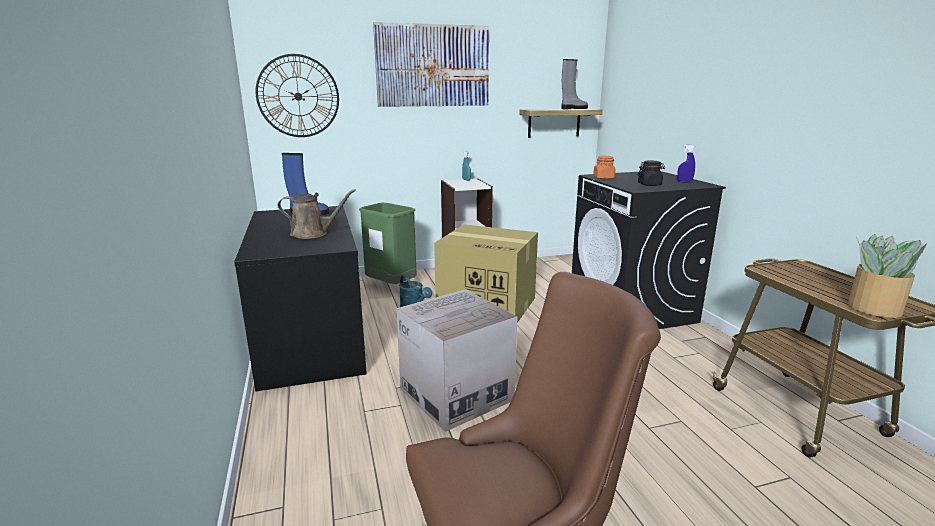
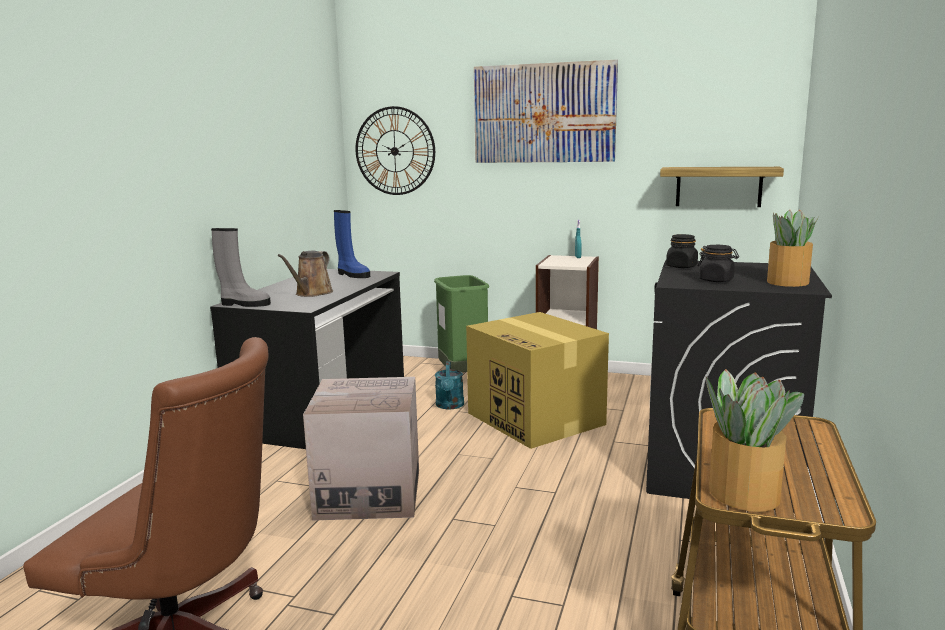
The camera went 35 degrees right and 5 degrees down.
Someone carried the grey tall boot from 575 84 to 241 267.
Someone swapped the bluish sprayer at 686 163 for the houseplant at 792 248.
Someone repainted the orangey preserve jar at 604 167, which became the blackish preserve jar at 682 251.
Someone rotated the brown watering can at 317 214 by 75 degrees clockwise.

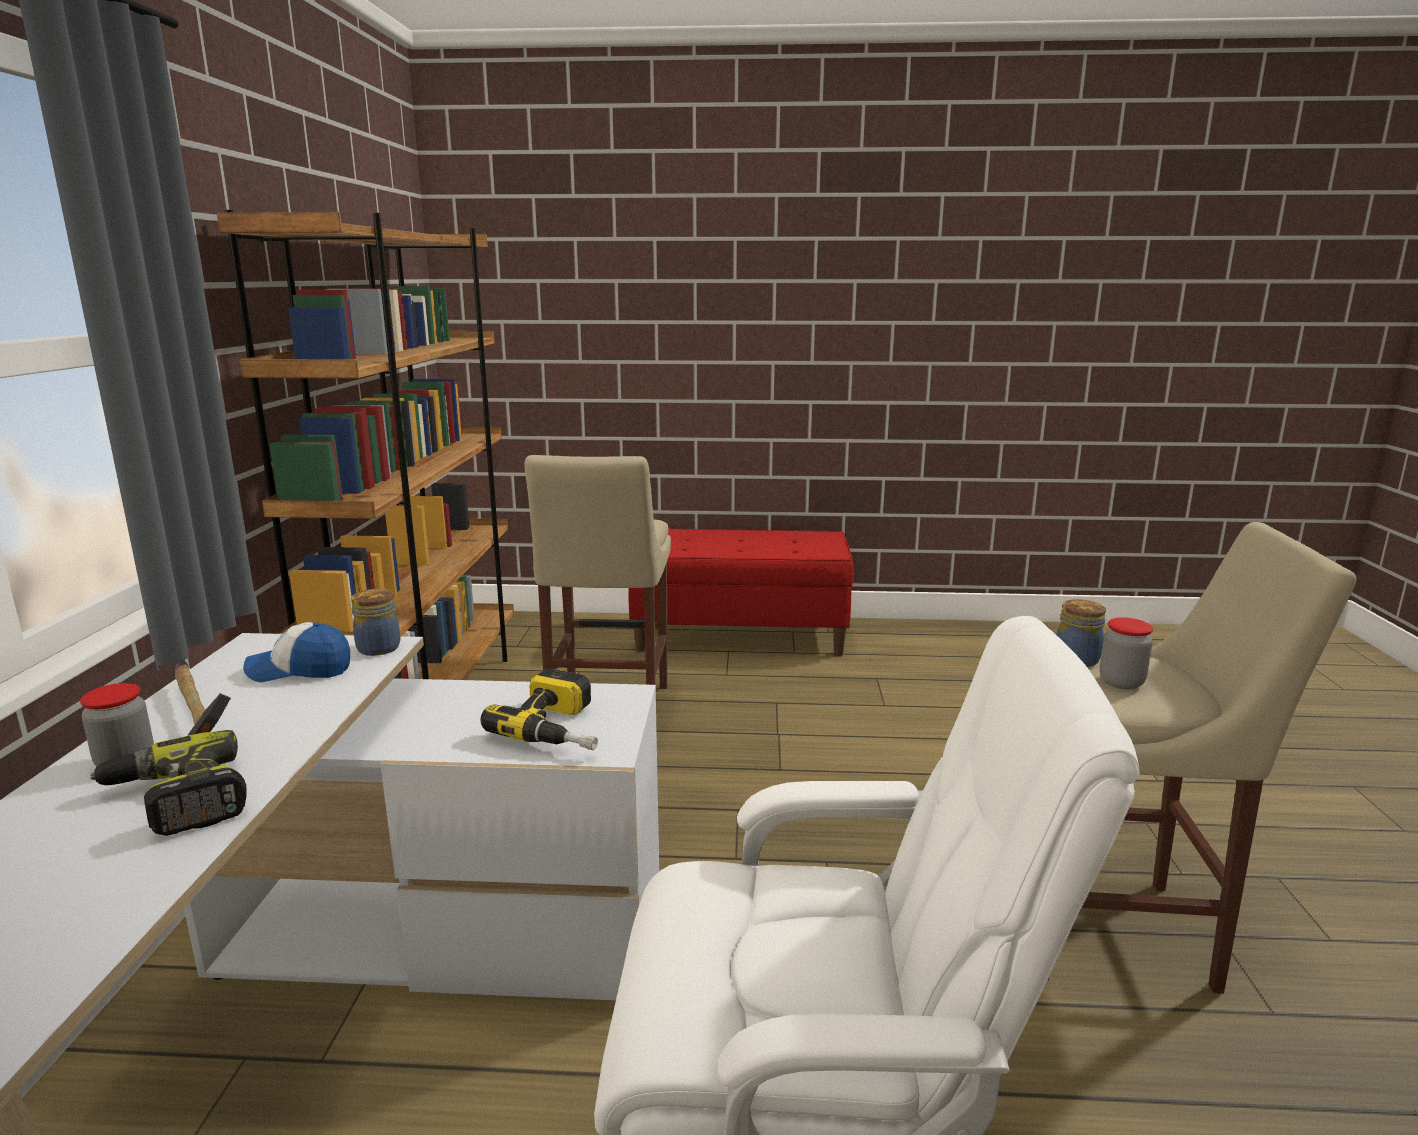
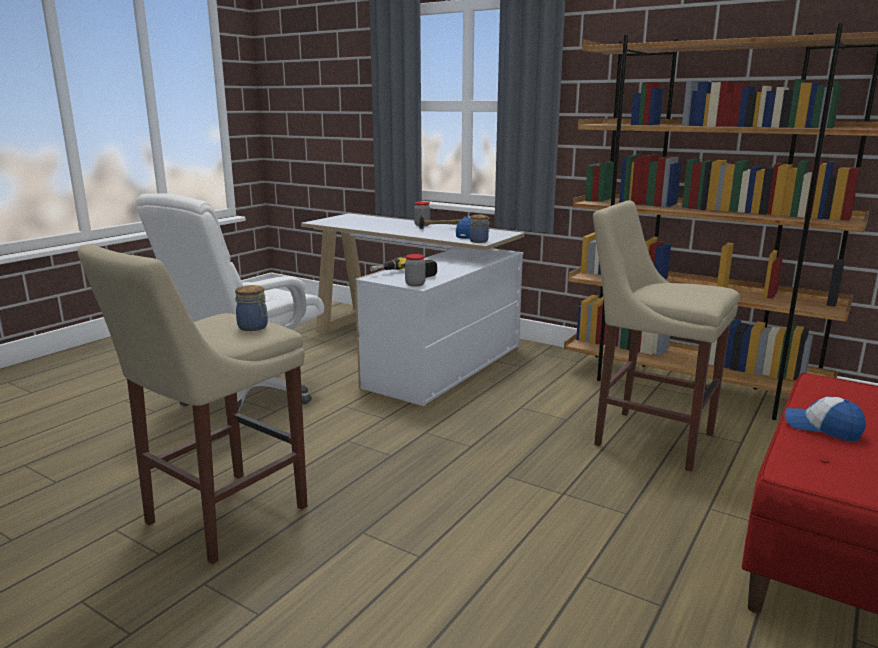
The camera went 120 degrees right and 0 degrees up.
Someone carried the preserve jar from 1126 653 to 415 270.
Someone took away the drill at 168 783.
Someone put down the peaked cap at 825 418.

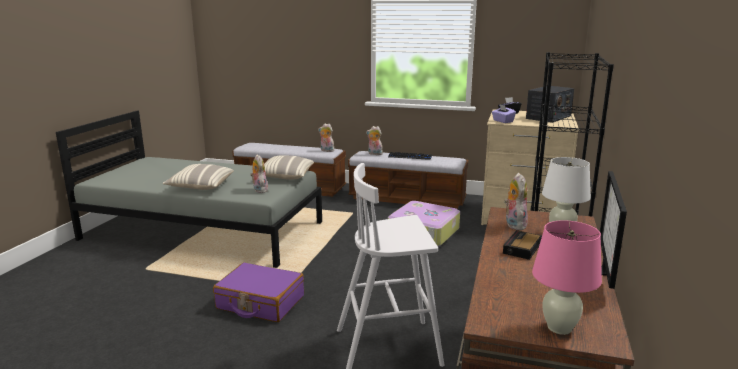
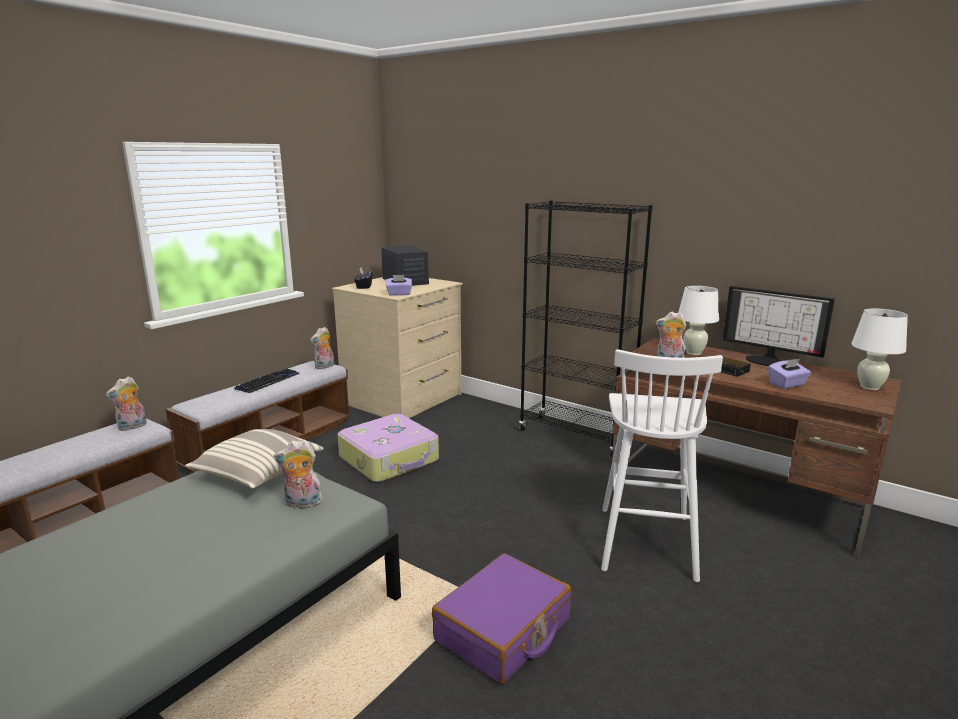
The camera went 70 degrees left and 0 degrees up.
Someone carried the plush toy from 374 140 to 322 348.
Someone took away the throw pillow at 198 177.
Someone repainted the pink-coloured table lamp at 567 277, which became the whitish table lamp at 879 349.
Someone put down the purplish tissue holder at 789 373.

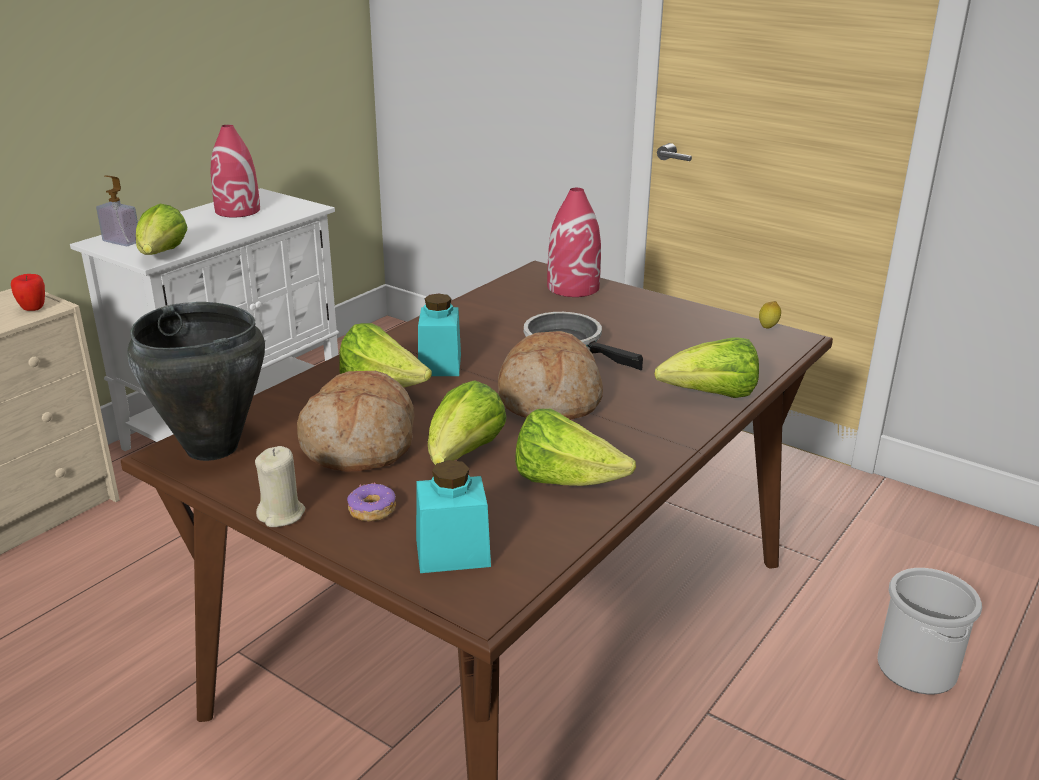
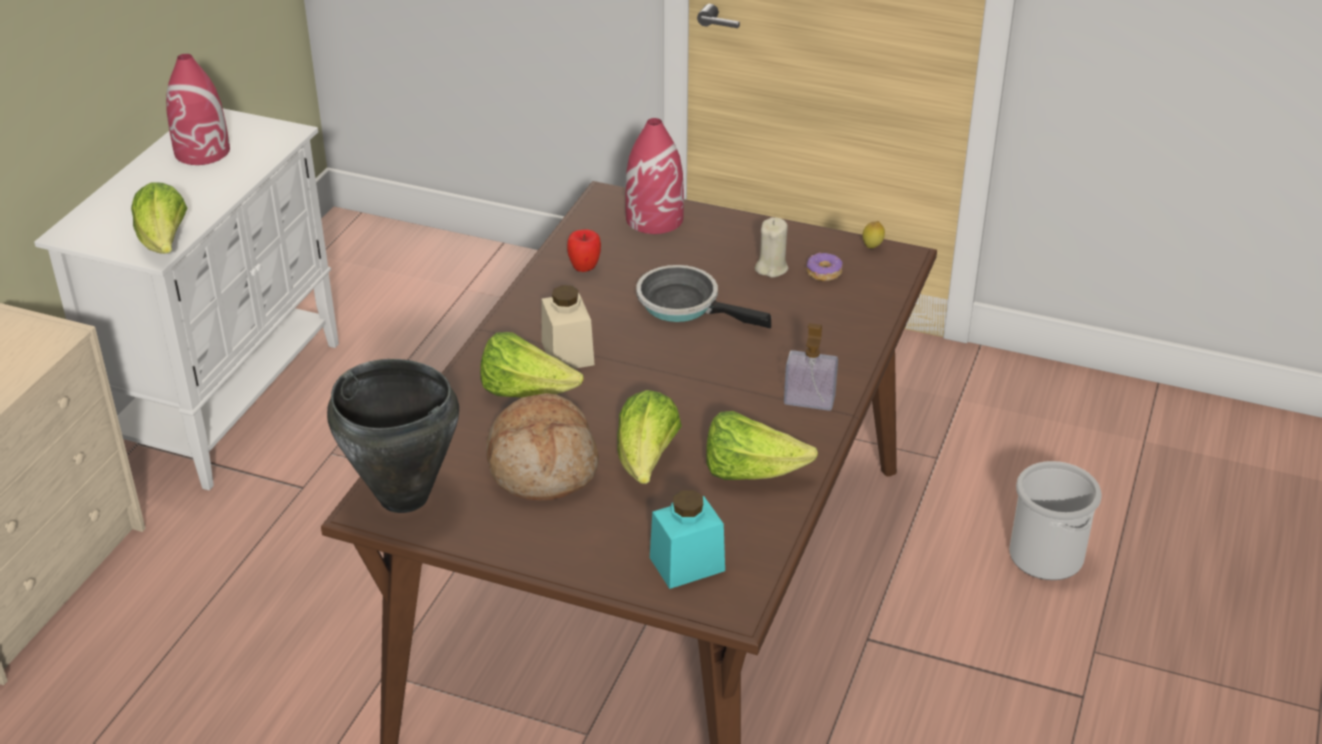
The camera went 15 degrees left and 10 degrees up.
Someone carried the liquid soap bottle from 117 210 to 811 367.
Someone carried the apple from 28 292 to 584 250.
Someone repainted the blue-green preserve jar at 439 334, which became the beige preserve jar at 568 327.
Someone took away the baked bread at 550 375.
Someone took away the lettuce at 707 368.
Someone carried the beige wax light from 280 486 to 772 247.
Someone carried the ring doughnut from 371 502 to 824 267.

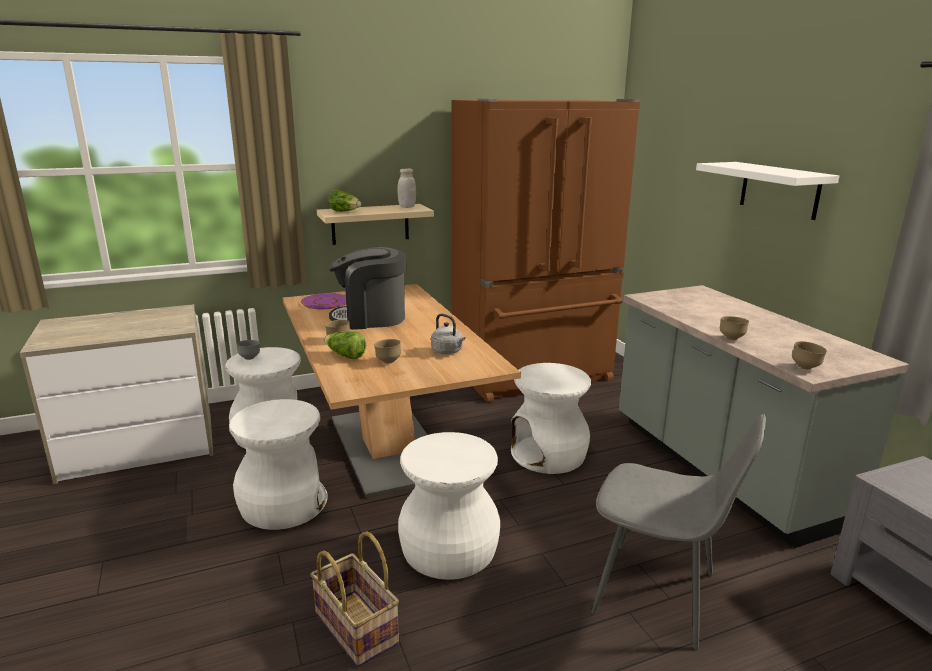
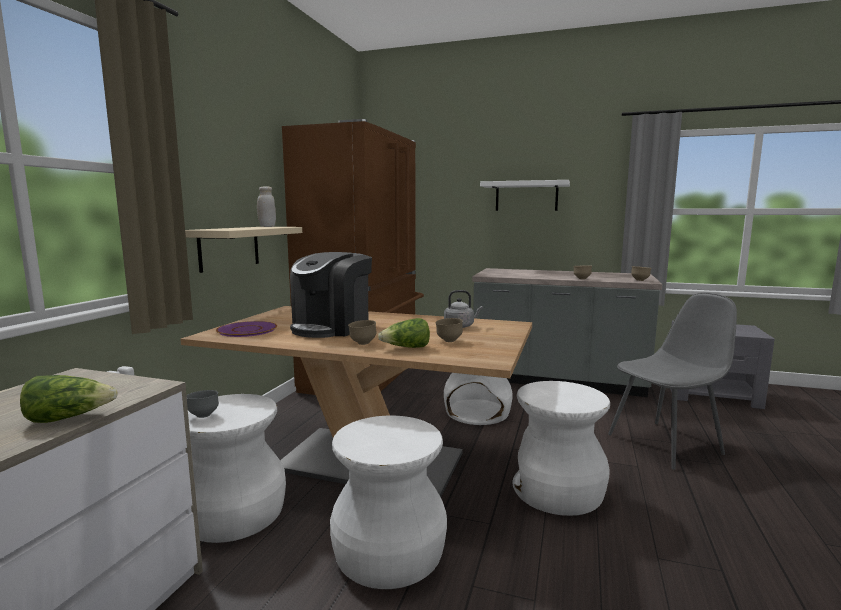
The camera went 50 degrees left and 10 degrees down.
Someone carried the lettuce from 345 201 to 69 399.
Someone took away the household basket at 354 599.

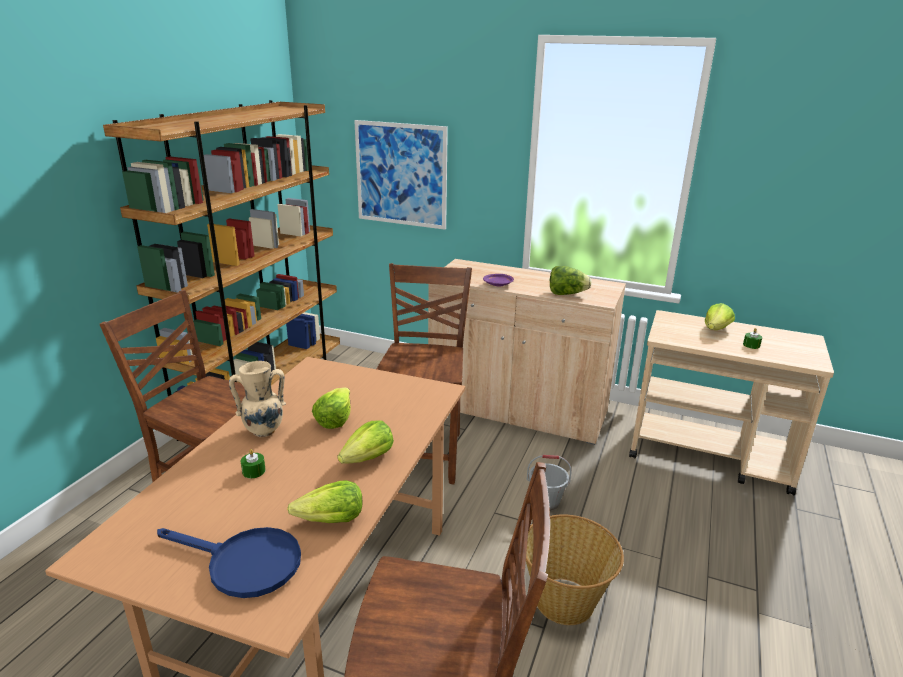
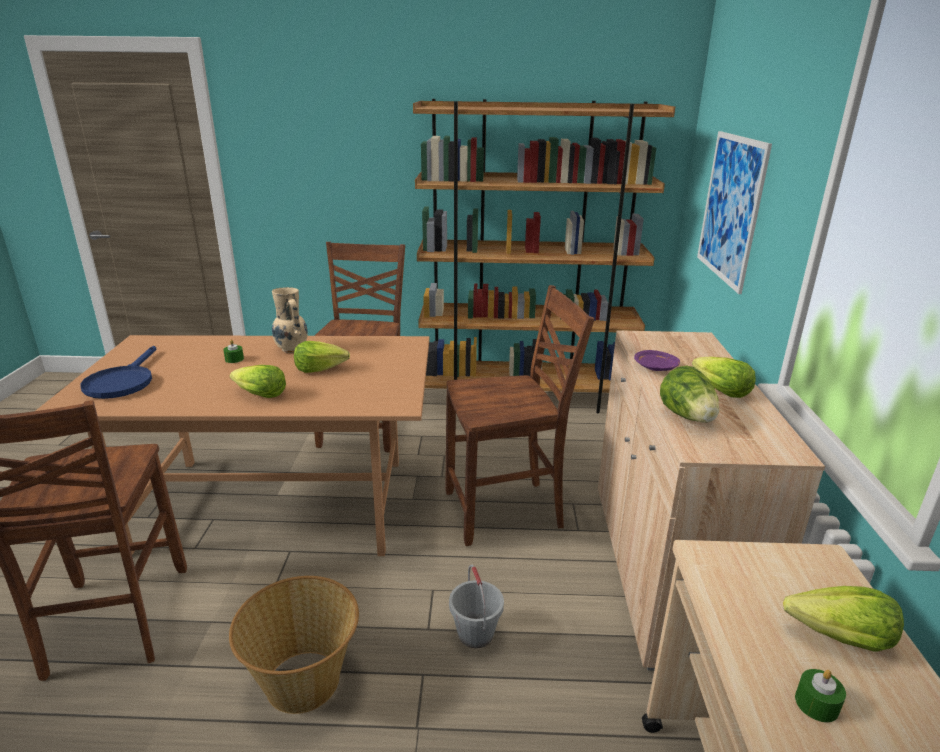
The camera went 70 degrees right and 0 degrees up.
Someone carried the lettuce from 325 501 to 724 377.

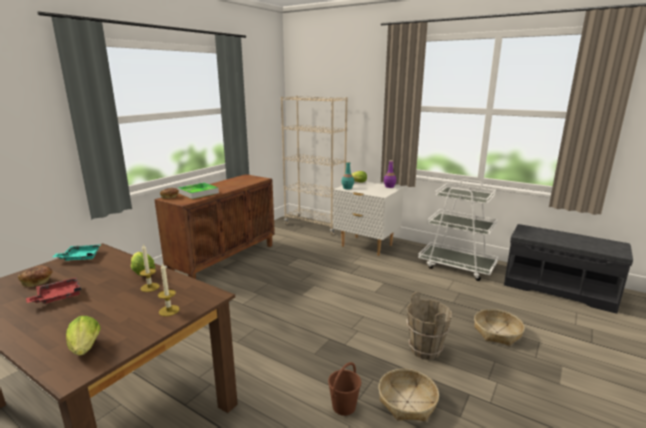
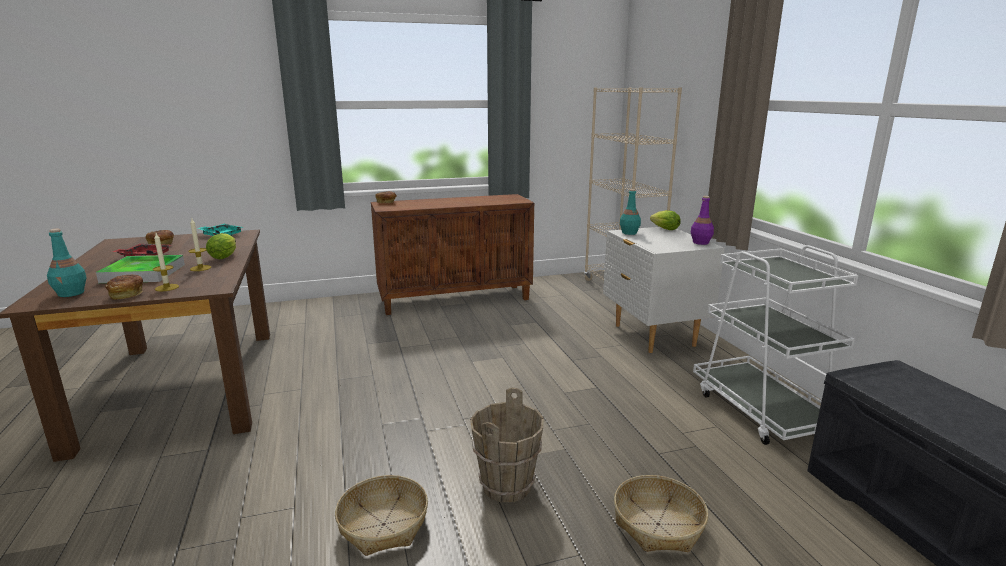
The camera went 40 degrees right and 0 degrees up.
Someone carried the carrying tray from 198 190 to 140 269.
Someone swapped the lettuce at 83 336 for the blue-green beverage bottle at 67 263.
Someone took away the brown bucket at 344 389.
Someone put down the baked bread at 124 287.

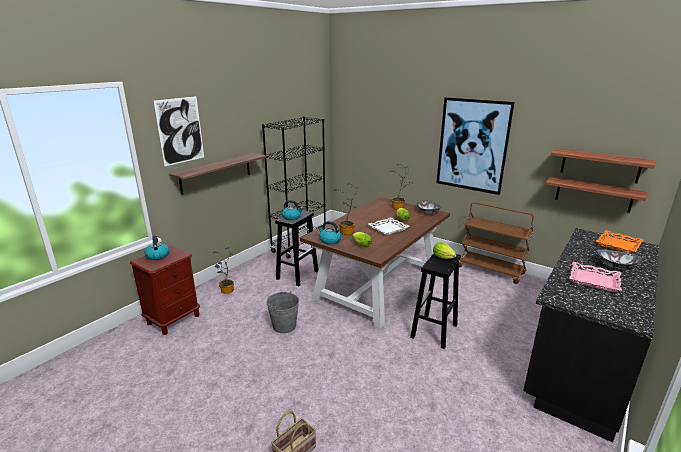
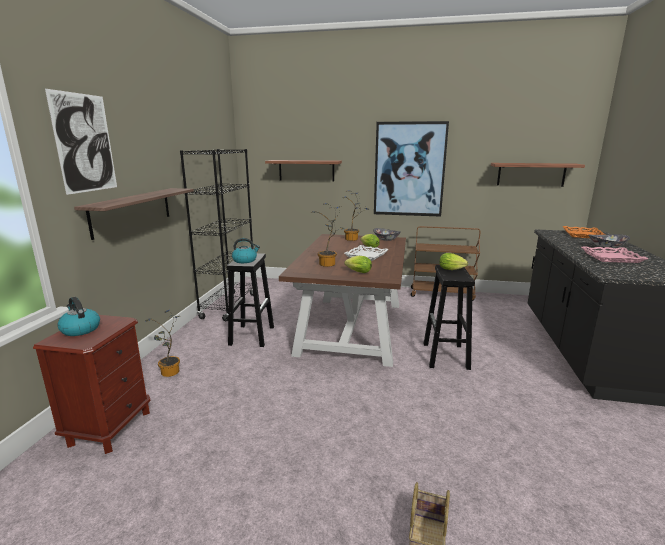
The camera went 25 degrees left and 5 degrees down.
Someone carried the shelf from 596 195 to 303 171.
Someone took away the kettle at 329 233.
Someone took away the grey bucket at 283 312.

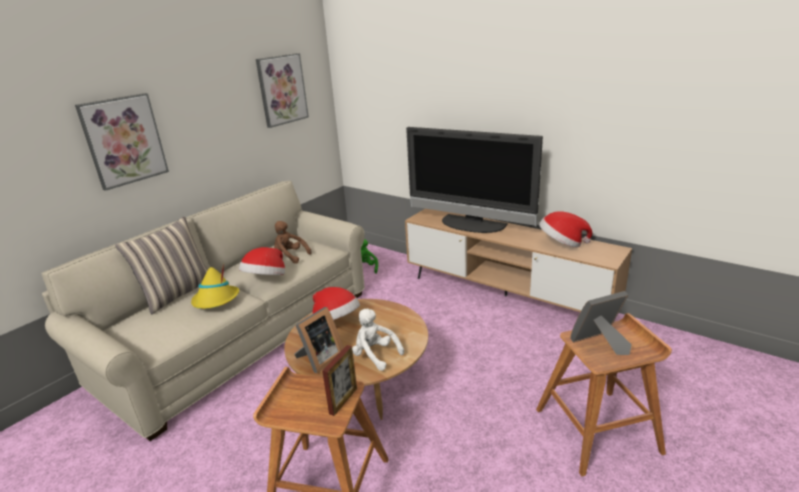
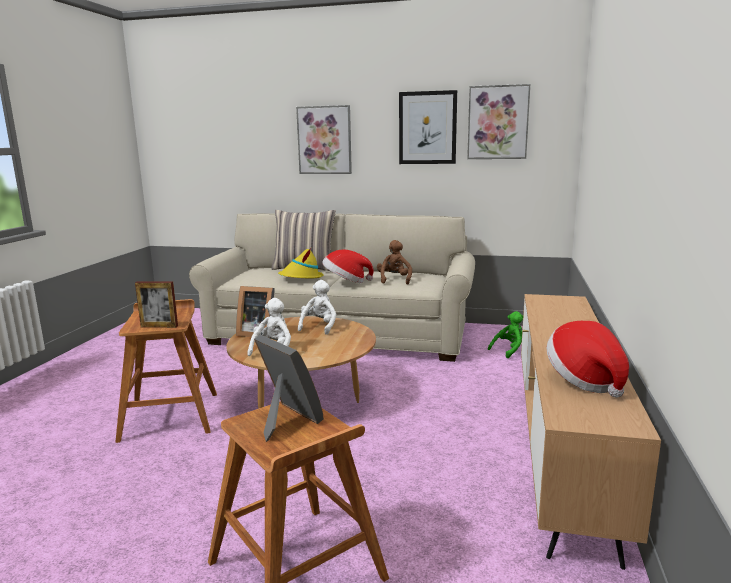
The camera went 65 degrees right and 10 degrees down.
Someone took away the television at 474 180.
Someone swapped the hat at 336 303 for the whitish plush toy at 317 307.
Someone put up the wall art at 428 127.

